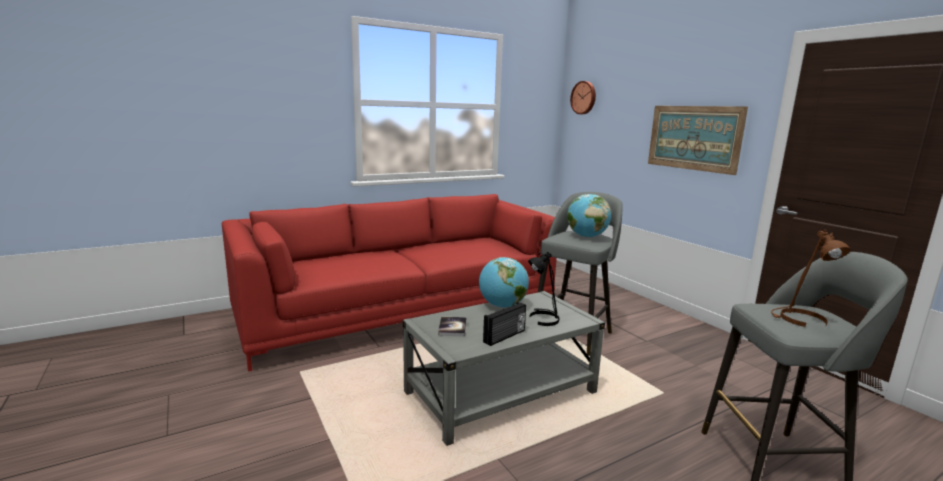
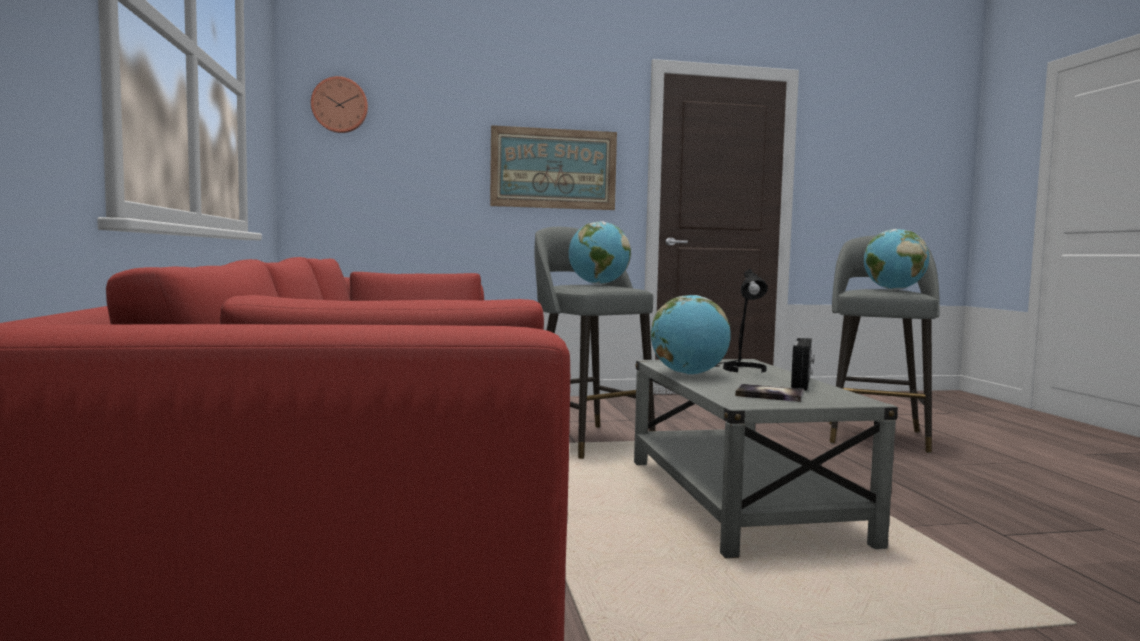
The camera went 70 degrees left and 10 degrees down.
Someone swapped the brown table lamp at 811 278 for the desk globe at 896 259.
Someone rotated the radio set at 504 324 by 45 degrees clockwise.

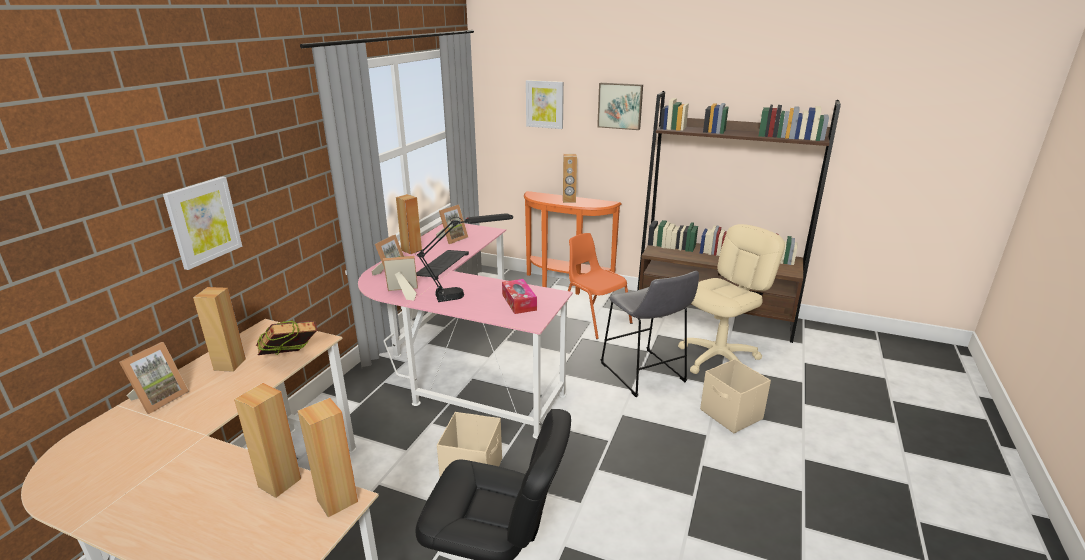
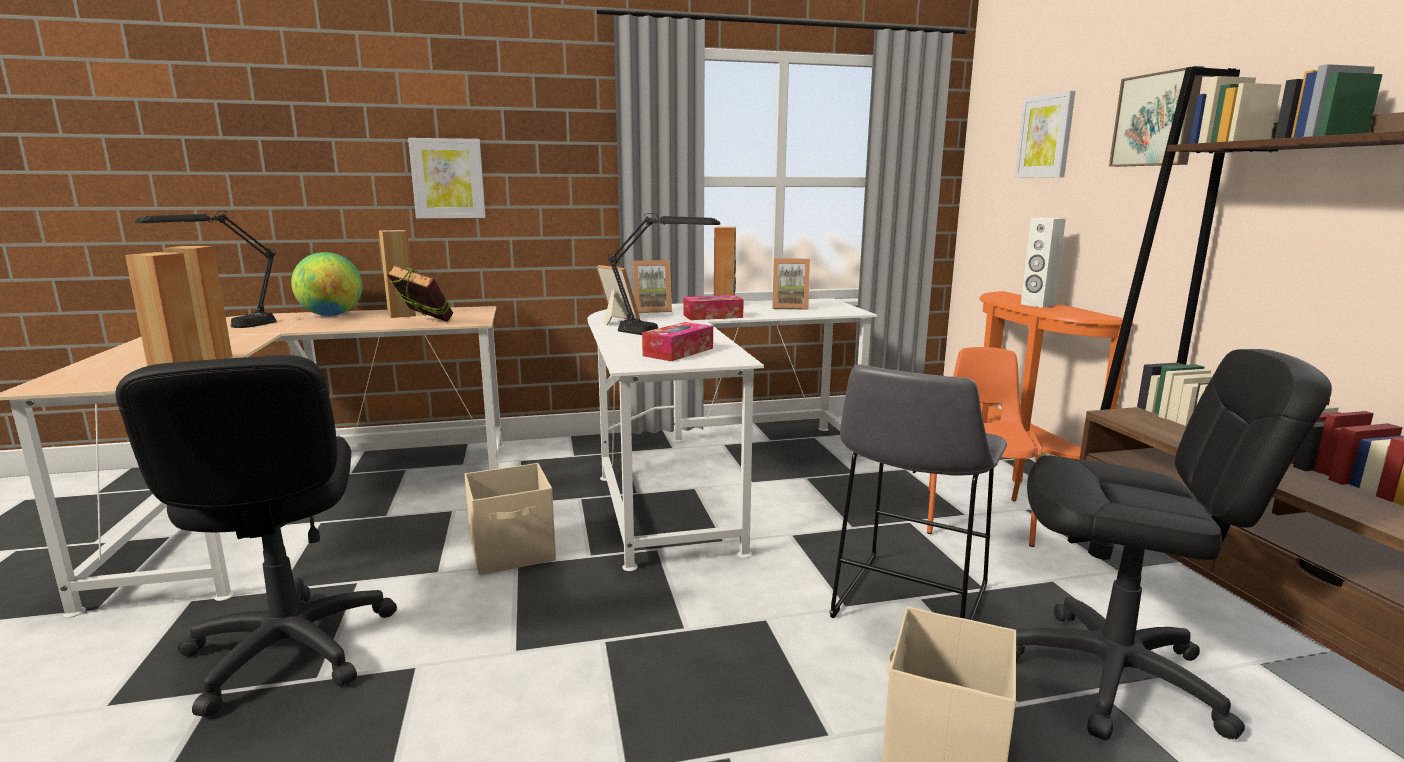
The camera went 55 degrees right and 10 degrees down.
Someone repainted the brown speaker at 570 178, which became the whitish speaker at 1043 263.
Someone repainted the pink-coloured desk at 465 331, which became the whitish desk at 732 434.
Someone repainted the beige computer chair at 731 299, which became the blackish computer chair at 1174 545.
Someone swapped the computer keyboard at 442 265 for the tissue holder at 713 307.
Someone swapped the picture frame at 154 378 for the desk globe at 326 284.
Someone put down the blackish table lamp at 206 269.

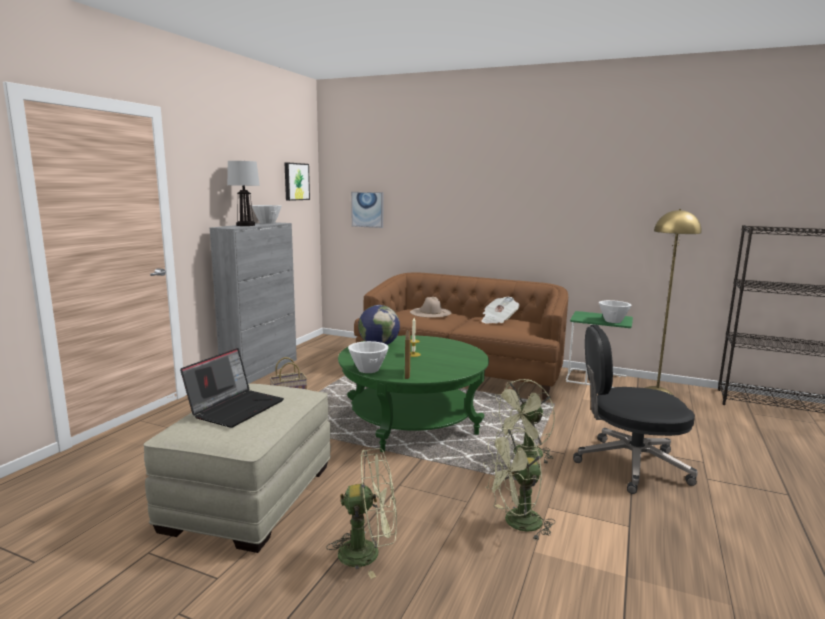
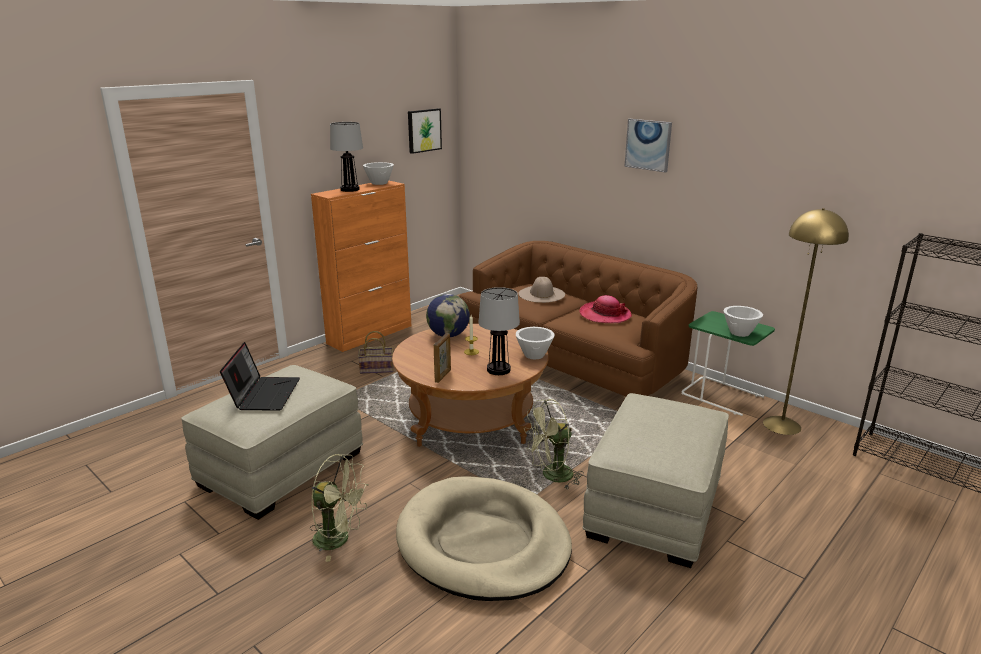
The camera went 20 degrees right and 10 degrees up.
Someone carried the wall art from 367 210 to 648 146.
Someone repainted the grey storage cabinet at 253 303, which became the orangey storage cabinet at 361 266.
Someone swapped the printed paper at 500 310 for the hat at 605 309.
Someone swapped the blackish computer chair at 635 409 for the beige footrest at 655 480.
Someone repainted the green-coloured low table at 413 393, which became the brown low table at 470 385.
Someone carried the whitish deep dish from 368 357 to 535 343.
Someone rotated the notebook computer at 232 388 by 45 degrees counterclockwise.
Someone swapped the green-coloured electric fan at 519 483 for the beige dog bed at 484 538.
Someone put down the table lamp at 499 331.

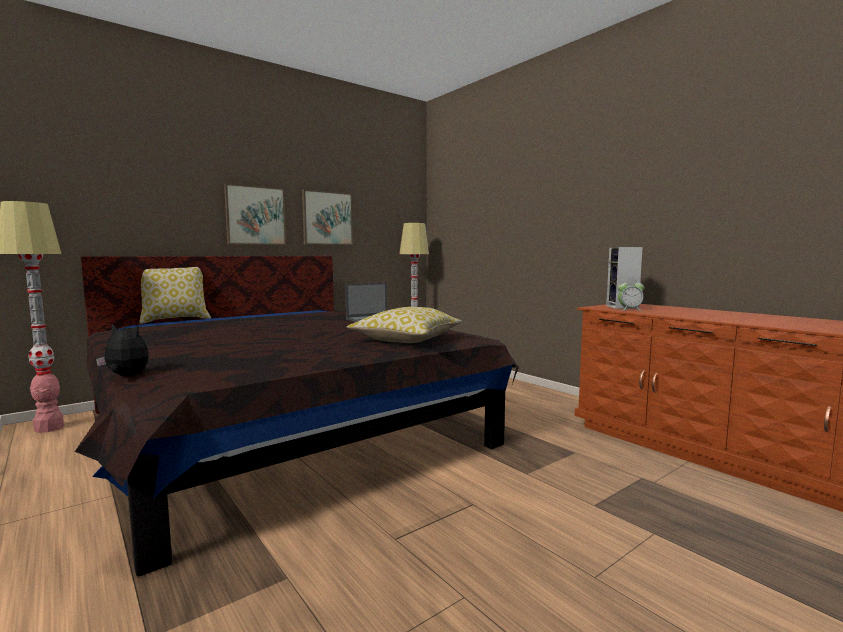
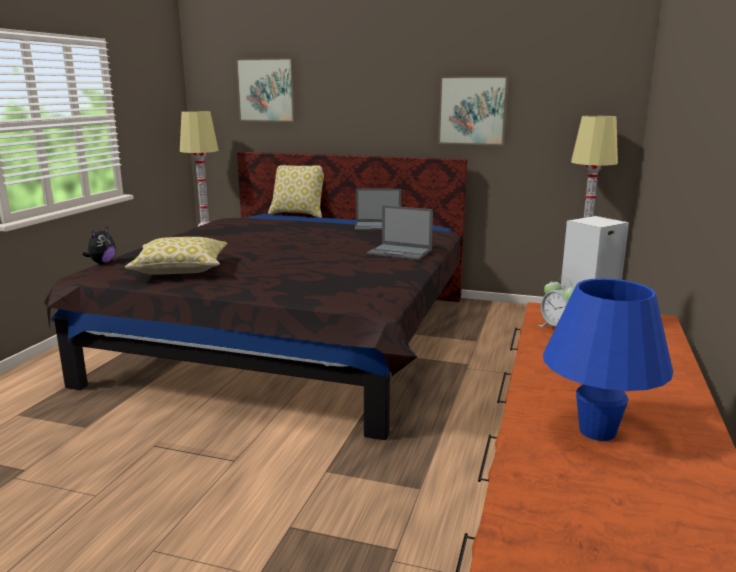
The camera went 55 degrees right and 10 degrees up.
Someone carried the wall art from 255 214 to 266 90.
Someone carried the throw pillow from 404 325 to 176 256.
Someone rotated the plush toy at 122 350 by 45 degrees clockwise.
Someone put down the notebook computer at 378 210.
Someone put down the bluish table lamp at 608 359.

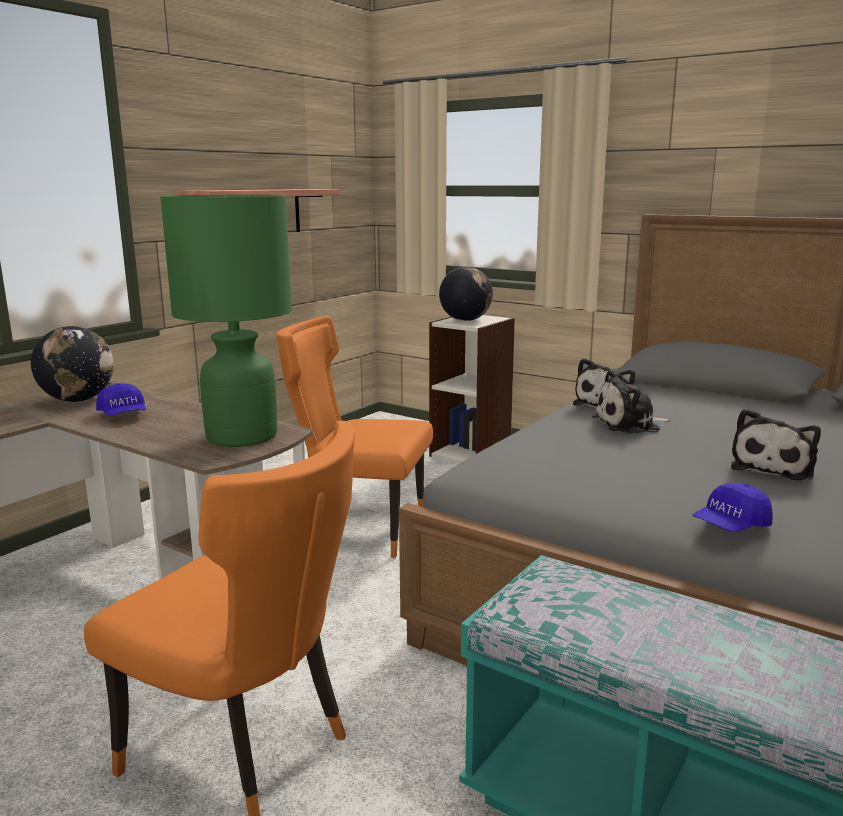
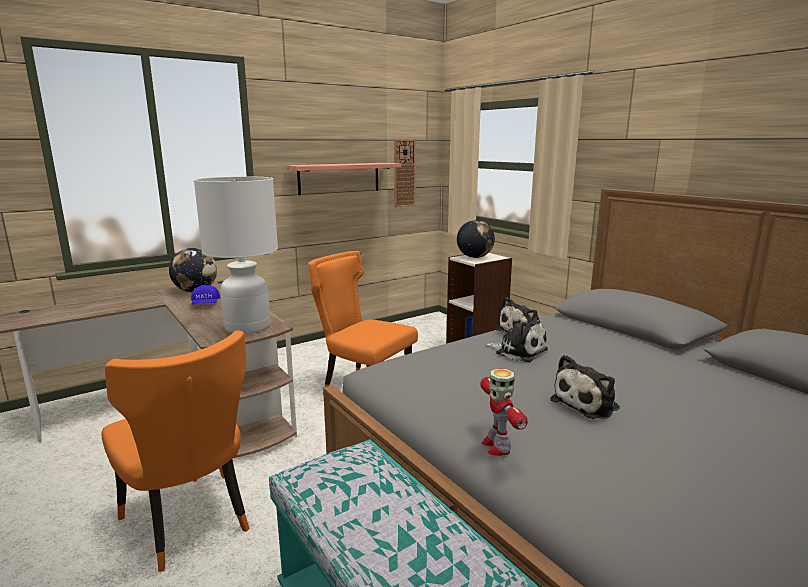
The camera went 20 degrees right and 0 degrees up.
Someone repainted the green-coloured table lamp at 226 321, which became the whitish table lamp at 236 255.
Someone rotated the plush toy at 631 402 by 150 degrees counterclockwise.
Someone swapped the bluish peaked cap at 732 507 for the model robot at 504 412.
Someone put up the clock on the wall at 405 173.

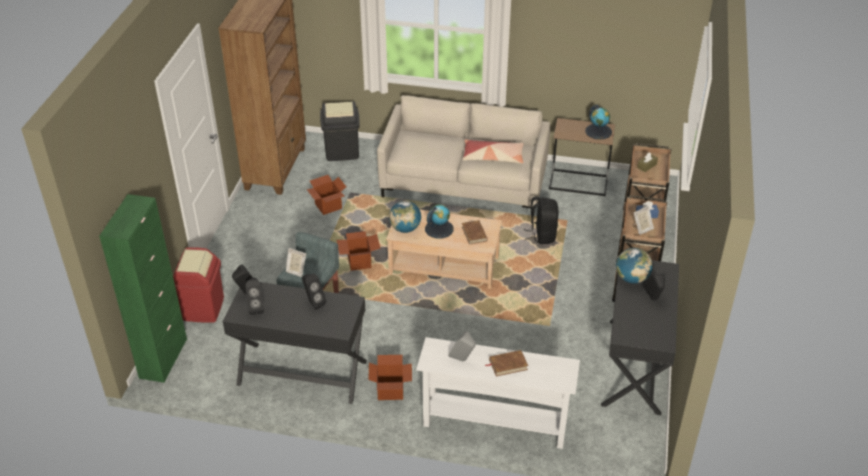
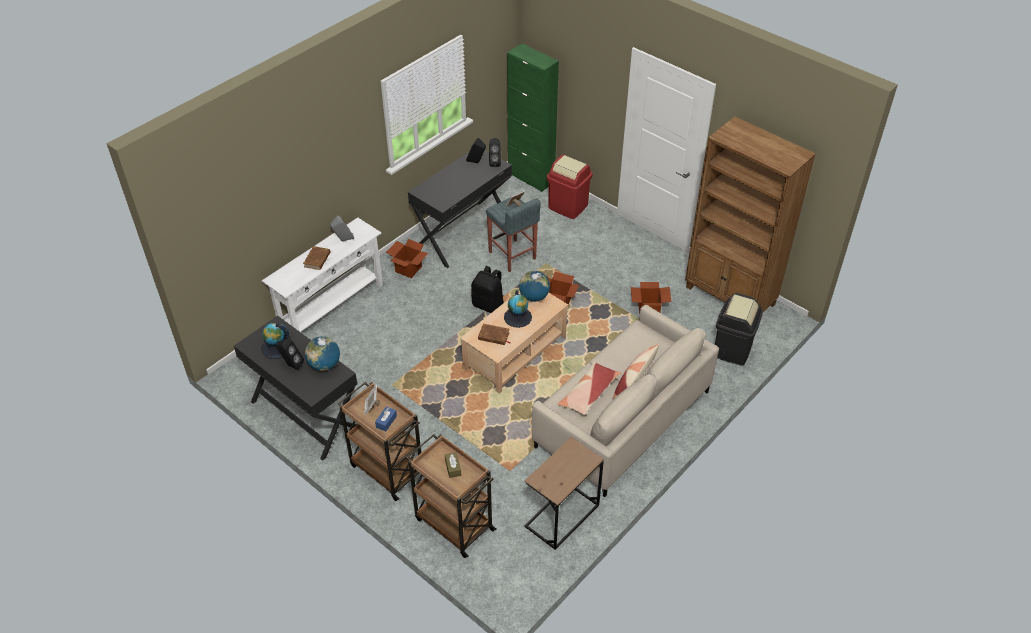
The camera went 120 degrees right and 5 degrees up.
Someone carried the desk globe from 598 122 to 275 341.
Someone carried the blackish rucksack from 541 220 to 487 289.
Someone took away the blackish speaker at 314 292.
Someone put down the throw pillow at 636 371.

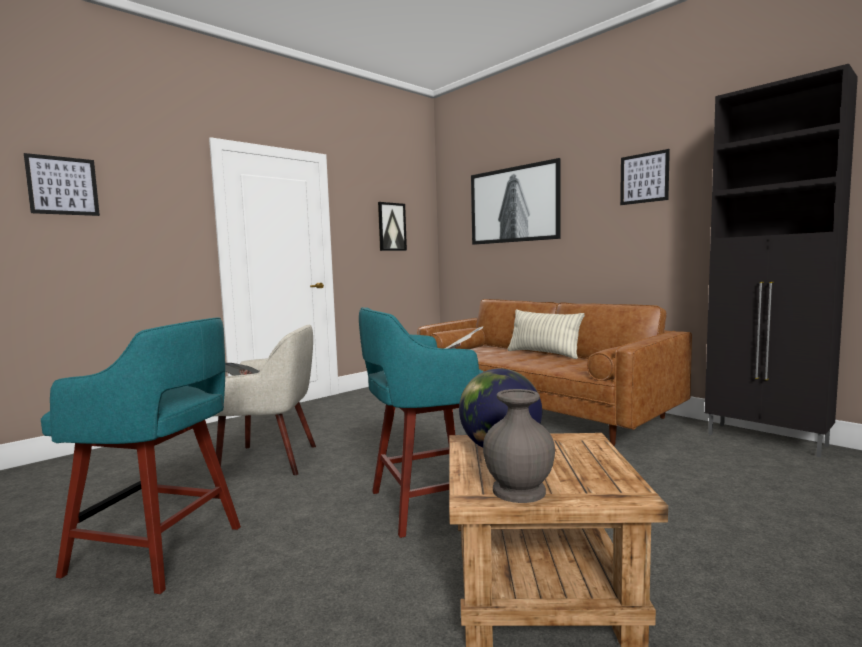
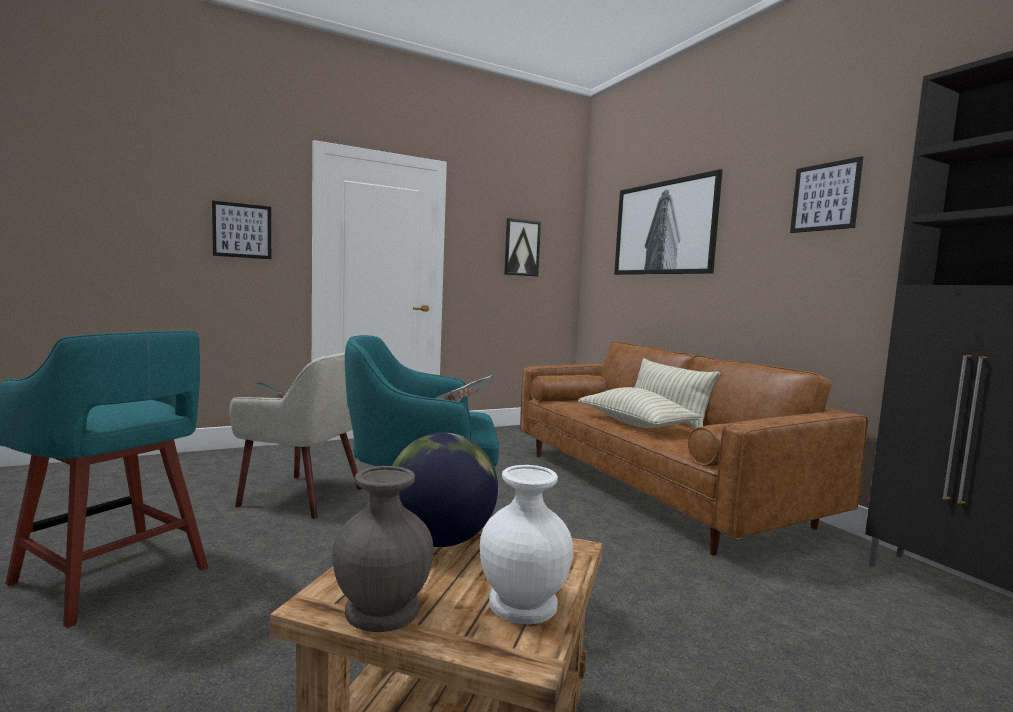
The camera went 15 degrees right and 0 degrees up.
Someone carried the wall art from 62 184 to 241 230.
Someone put down the throw pillow at 640 407.
Someone put down the whitish vase at 526 544.

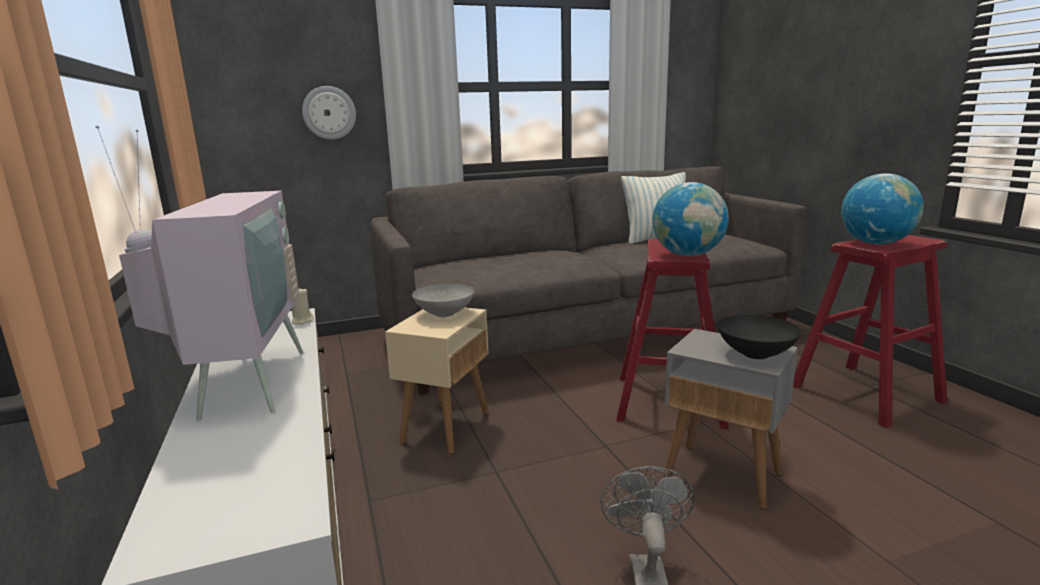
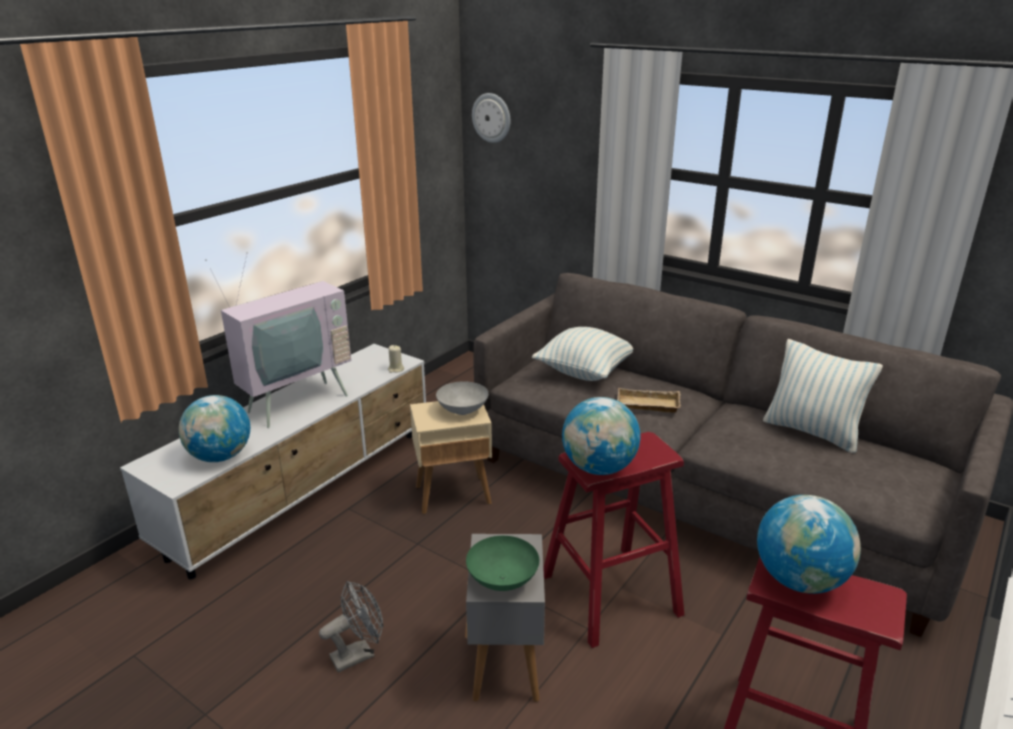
The camera went 55 degrees right and 10 degrees up.
Someone carried the clock on the wall from 329 113 to 491 118.
Someone repainted the blackish deep dish at 759 337, which became the green-coloured deep dish at 502 563.
Someone put down the throw pillow at 582 354.
Someone put down the beige carrying tray at 649 400.
Someone put down the desk globe at 214 428.

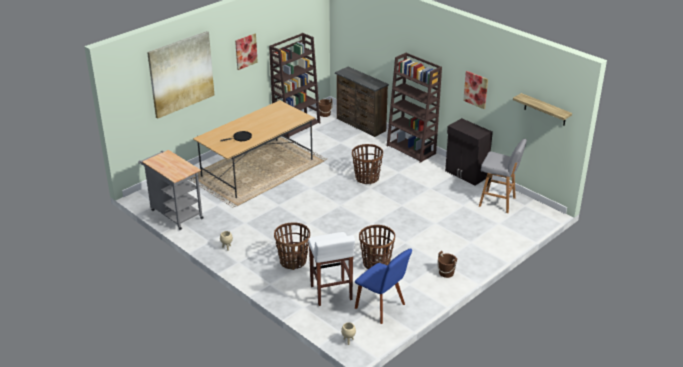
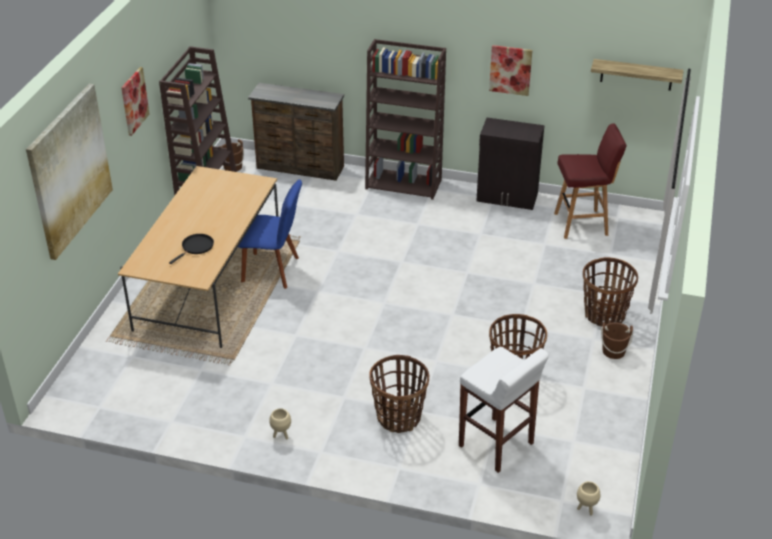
The camera went 30 degrees left and 5 degrees up.
Someone repainted the grey sitting stool at 503 176, which became the red sitting stool at 590 181.
Someone carried the household basket from 367 164 to 610 292.
Someone took away the grey cart at 171 190.
Someone carried the bluish plain chair from 383 286 to 270 234.

